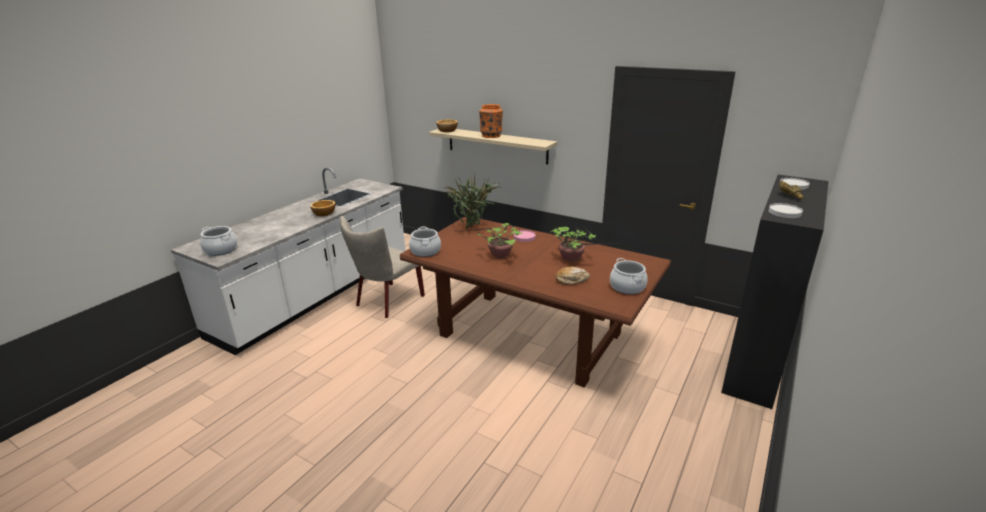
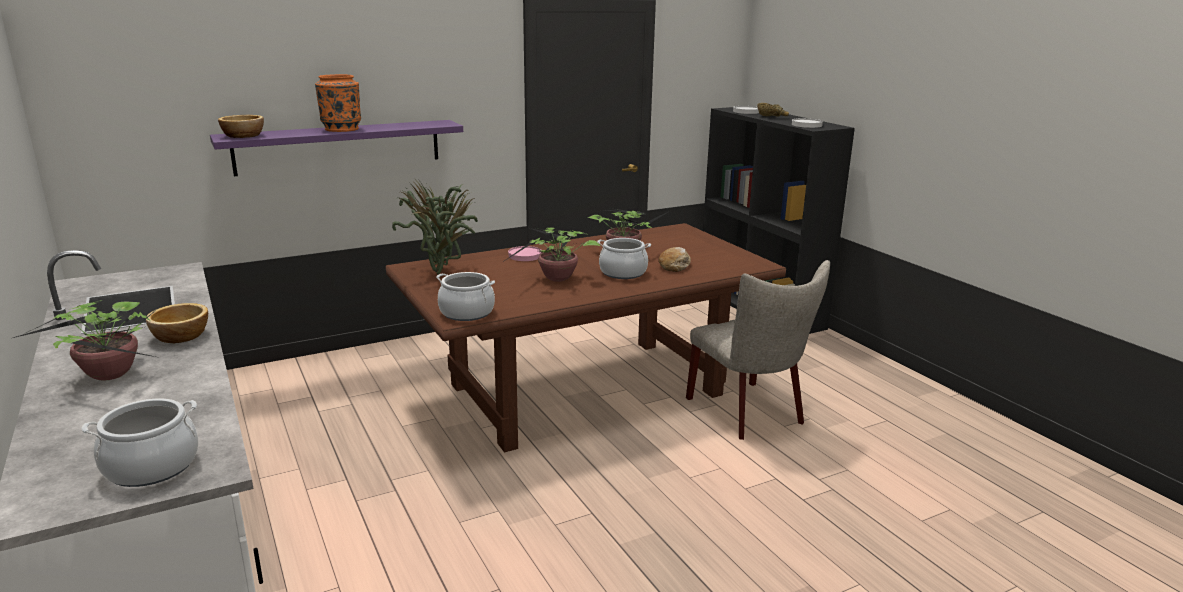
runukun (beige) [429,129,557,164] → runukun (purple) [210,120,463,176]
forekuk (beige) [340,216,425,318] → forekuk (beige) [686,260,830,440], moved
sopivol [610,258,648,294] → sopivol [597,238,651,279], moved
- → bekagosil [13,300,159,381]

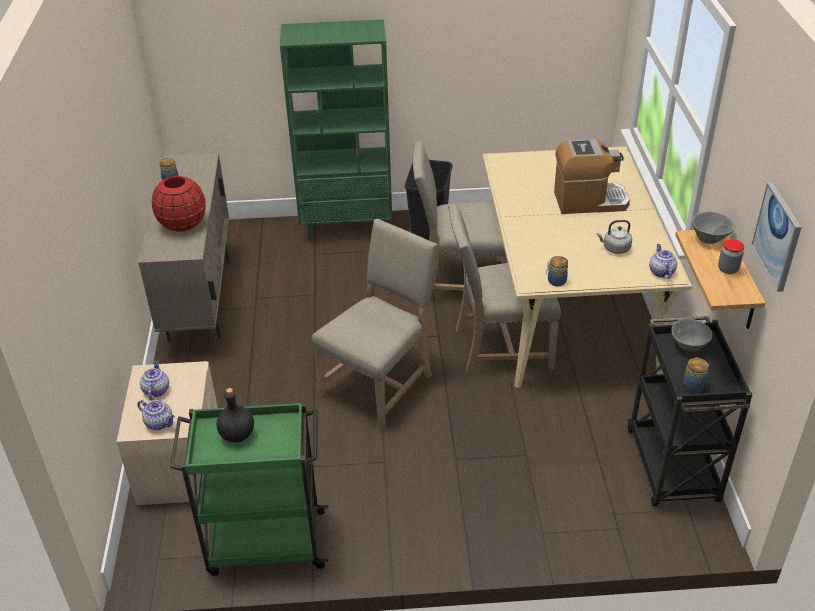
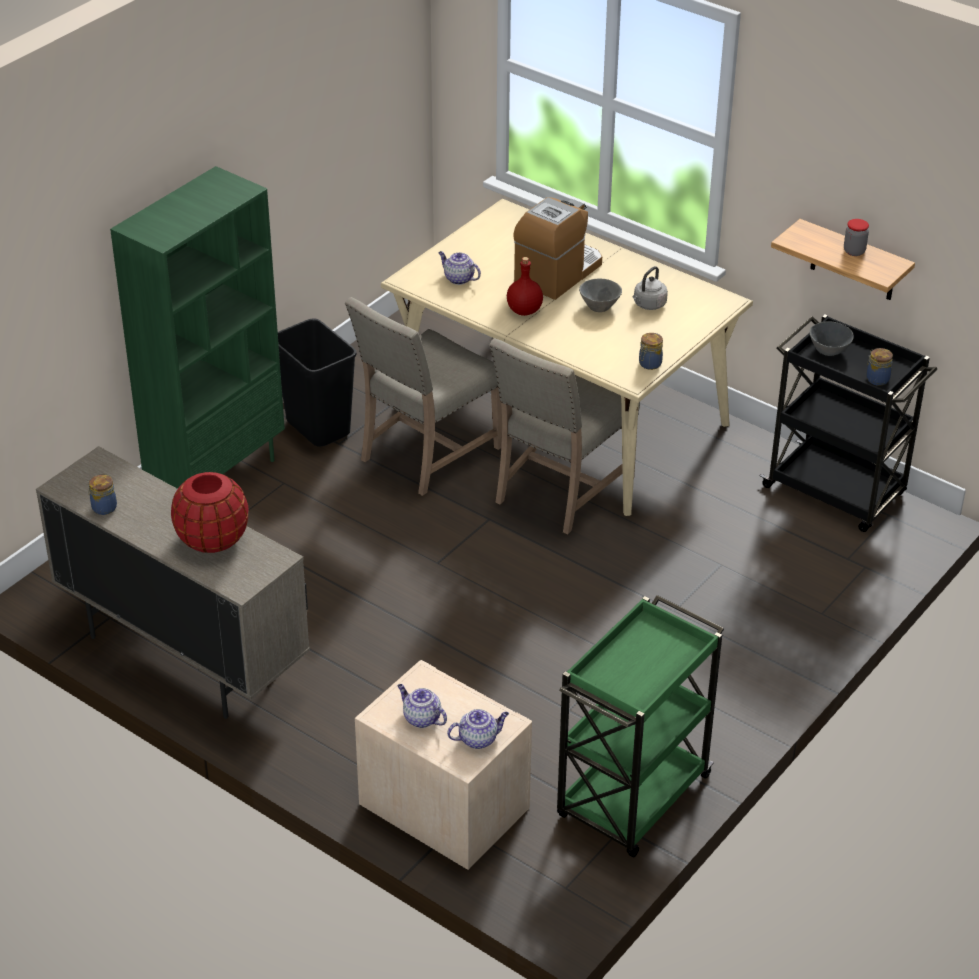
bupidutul [752,182,802,292] → -
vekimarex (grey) [693,212,734,244] → vekimarex (grey) [579,279,622,312], moved
forekuk (beige) [311,219,438,430] → -
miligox [649,244,677,279] → miligox [438,251,481,285], moved
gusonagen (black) [216,388,254,443] → -
- → gusonagen (red) [507,257,543,316]

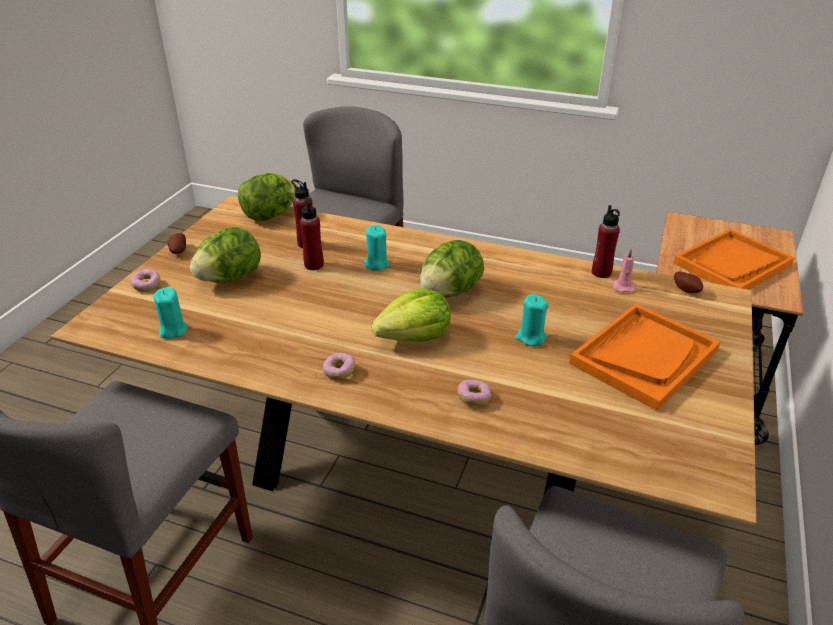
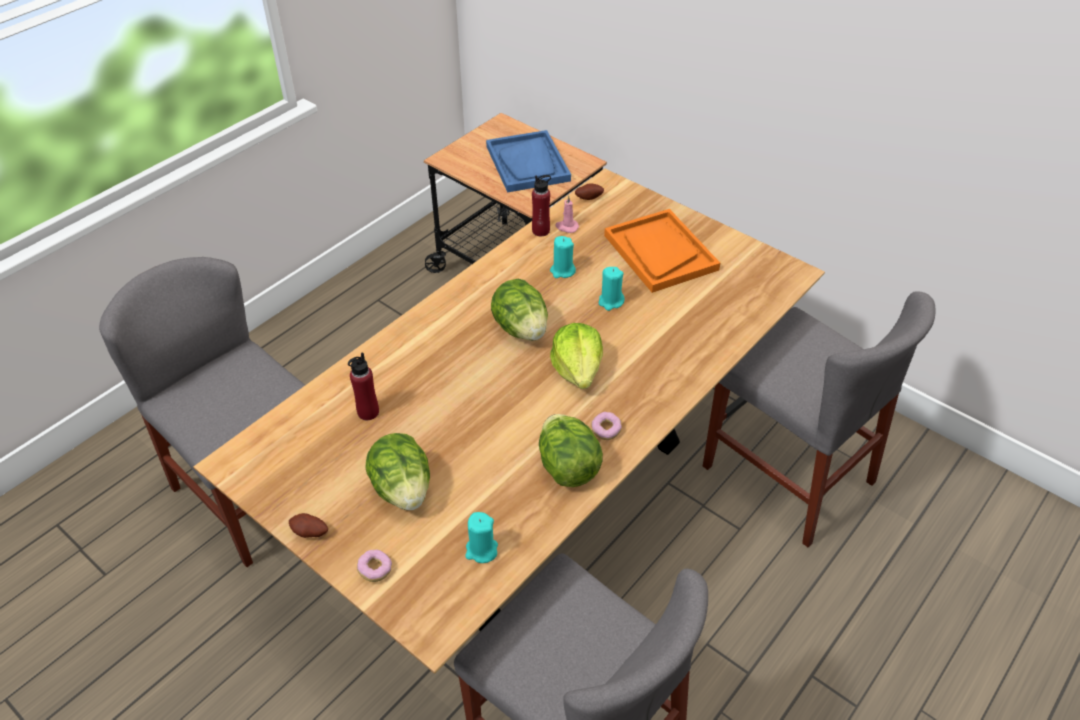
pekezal [238,173,298,221] → pekezal [539,414,603,487], moved
gusonagen (red) [300,197,324,270] → -
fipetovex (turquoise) [363,225,390,271] → fipetovex (turquoise) [550,236,576,278], moved
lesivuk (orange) [674,229,795,290] → lesivuk (blue) [486,130,571,193]
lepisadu [457,380,491,406] → -

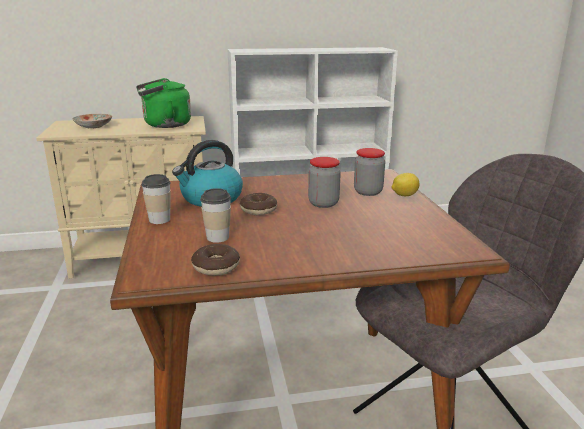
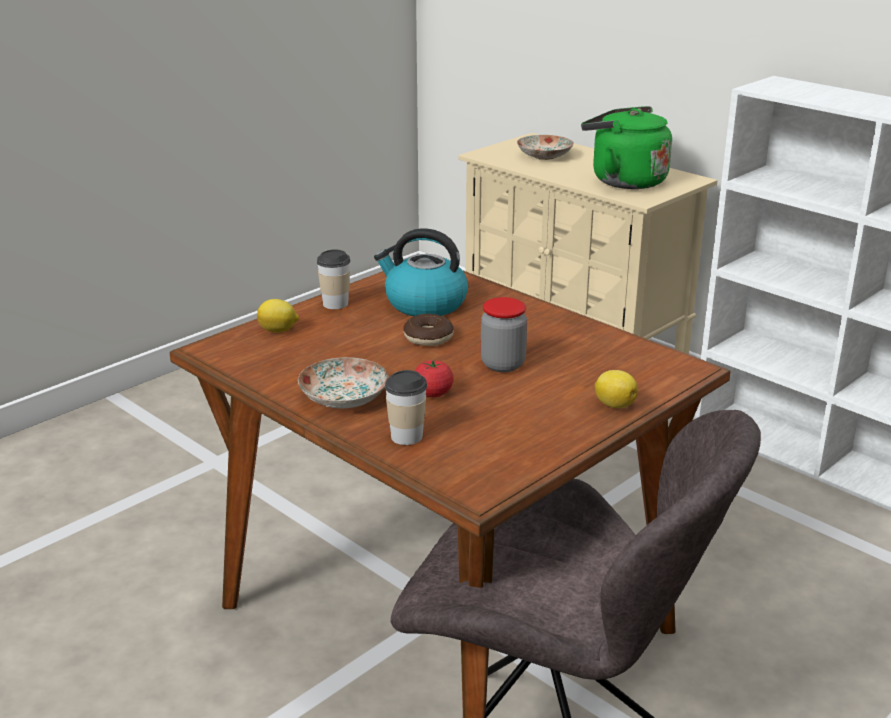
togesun [354,148,385,196] → -
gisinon [200,188,231,243] → gisinon [385,370,427,445], moved
lepisadu [191,244,240,276] → -
- → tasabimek [257,299,299,332]
- → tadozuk [298,357,389,408]
- → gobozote [415,359,454,397]

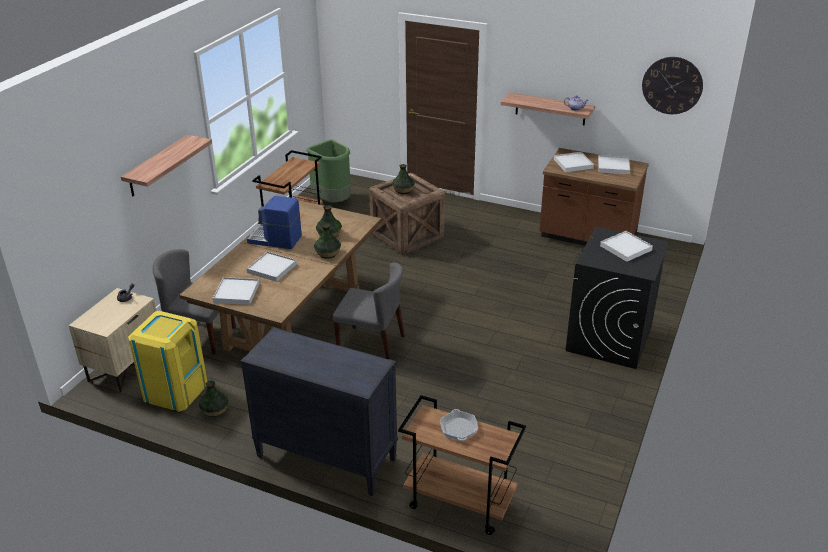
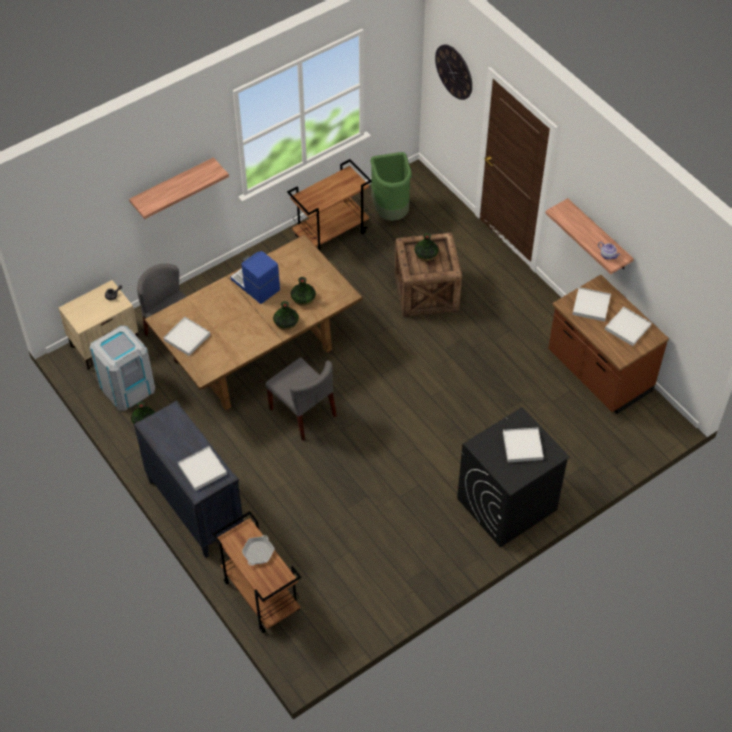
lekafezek [642,57,703,114] → lekafezek [435,44,472,100], moved
lesivuk (white) [246,251,297,282] → lesivuk (white) [178,446,227,491], moved
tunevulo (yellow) [128,311,208,412] → tunevulo (grey) [90,325,155,411]

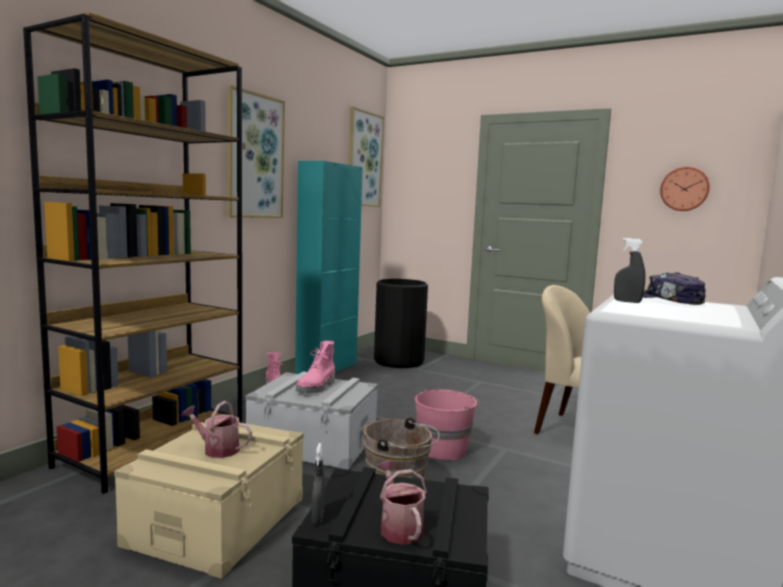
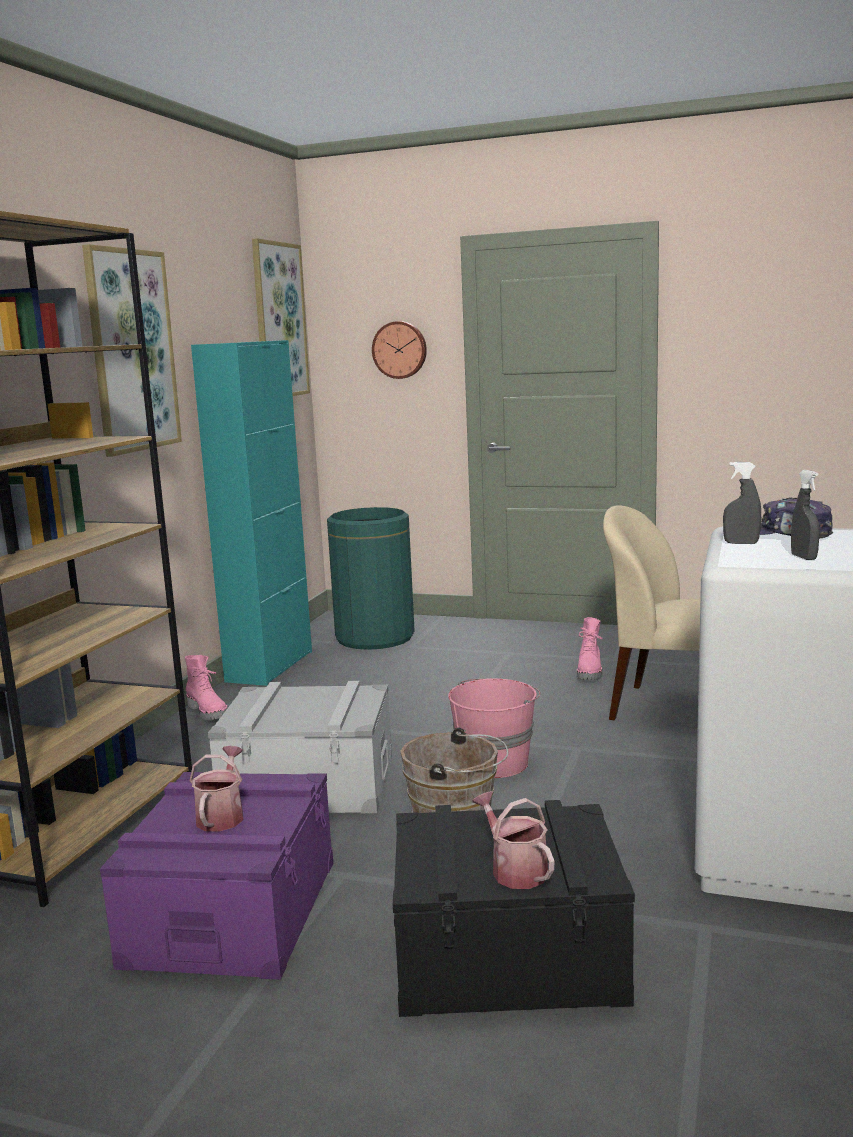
lekafezek [660,167,710,211] → lekafezek [372,321,427,379], moved
tunevulo (black) [374,279,428,368] → tunevulo (green) [327,507,415,650]
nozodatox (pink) [296,341,335,393] → nozodatox (pink) [577,617,603,680], moved
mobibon [181,401,252,458] → mobibon [189,746,243,832], 90 degrees clockwise
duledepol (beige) [114,422,304,579] → duledepol (purple) [100,772,333,980]
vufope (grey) [312,443,324,524] → vufope (grey) [791,470,820,560], moved

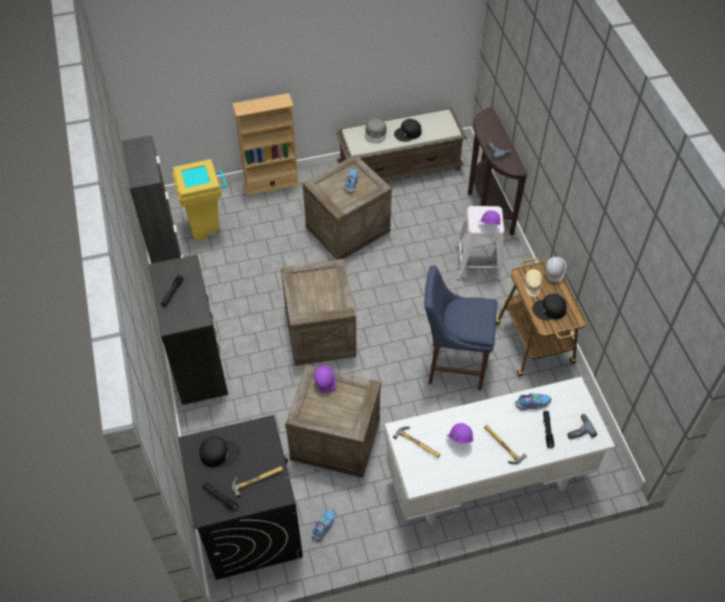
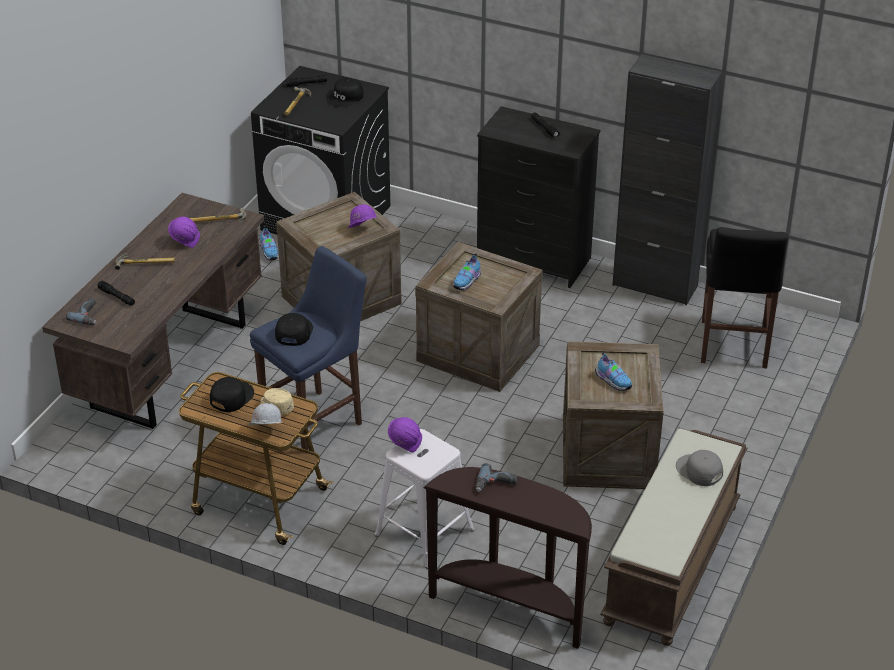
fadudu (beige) [232,93,300,196] → -
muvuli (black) [394,119,422,142] → muvuli (black) [275,313,313,346], moved
tunevulo (yellow) [172,159,227,241] → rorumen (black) [701,227,788,369]
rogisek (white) [385,377,615,526] → rogisek (brown) [42,193,264,429]
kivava [515,393,551,410] → kivava [453,253,481,290], moved

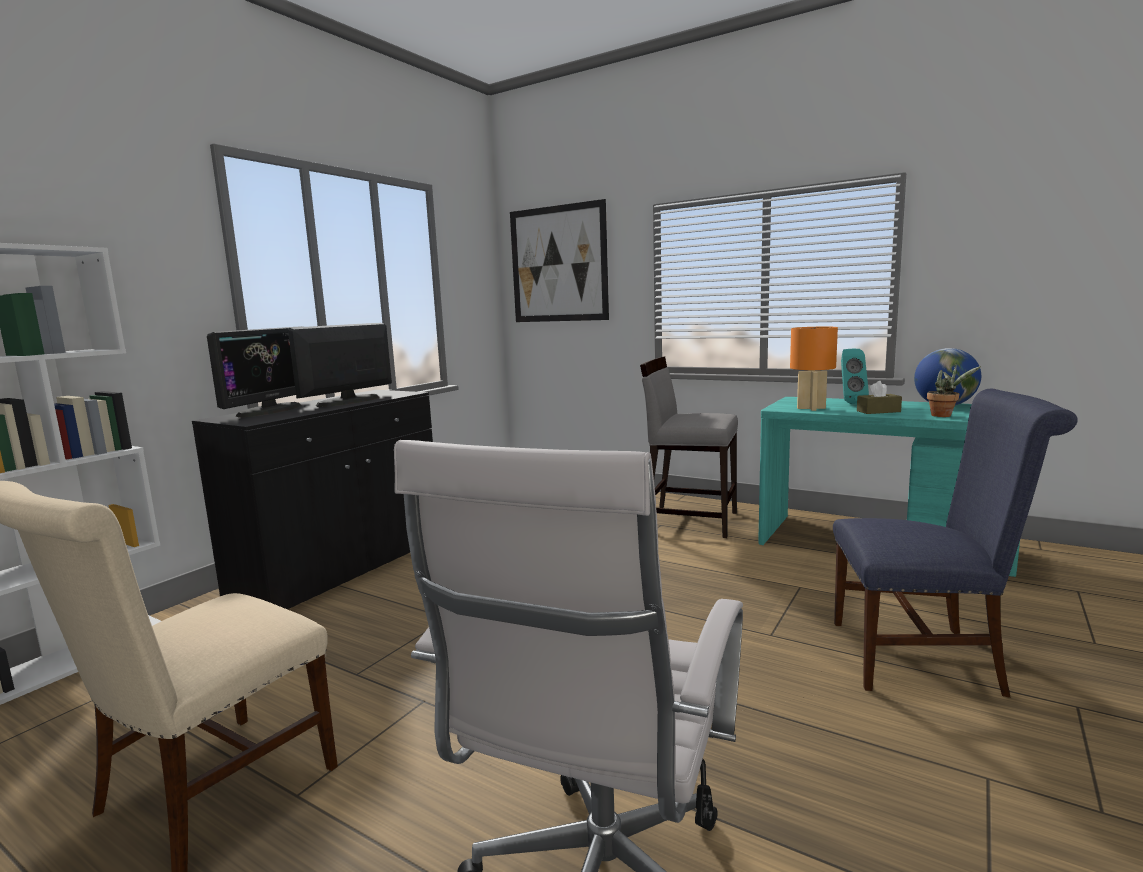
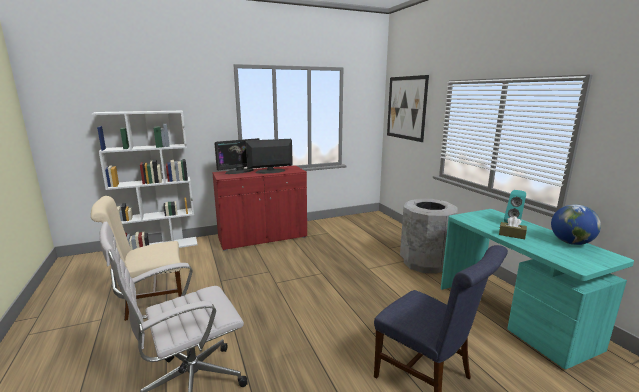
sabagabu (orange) [790,327,838,411] → -
forekuk (grey) [640,356,738,538] → tunevulo (grey) [400,199,458,273]
bekagosil [927,364,981,417] → -
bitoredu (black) [192,390,433,609] → bitoredu (red) [212,165,307,251]

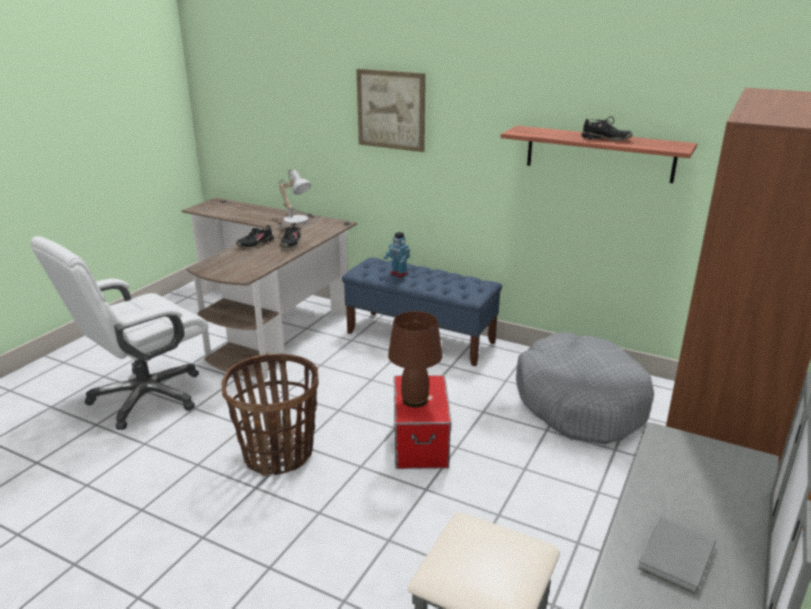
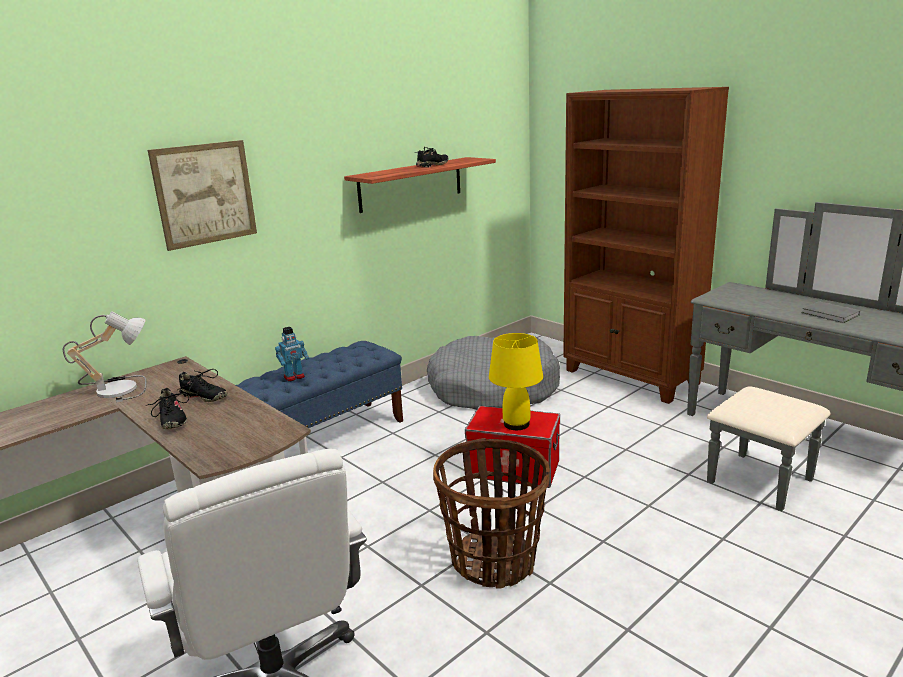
sabagabu (brown) [388,311,443,407] → sabagabu (yellow) [489,333,543,430]

